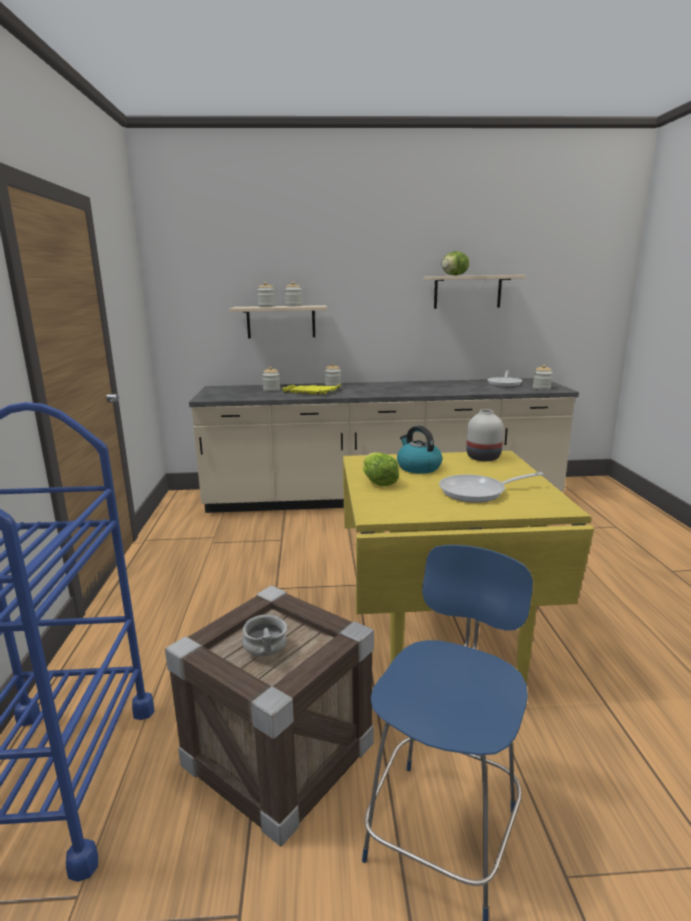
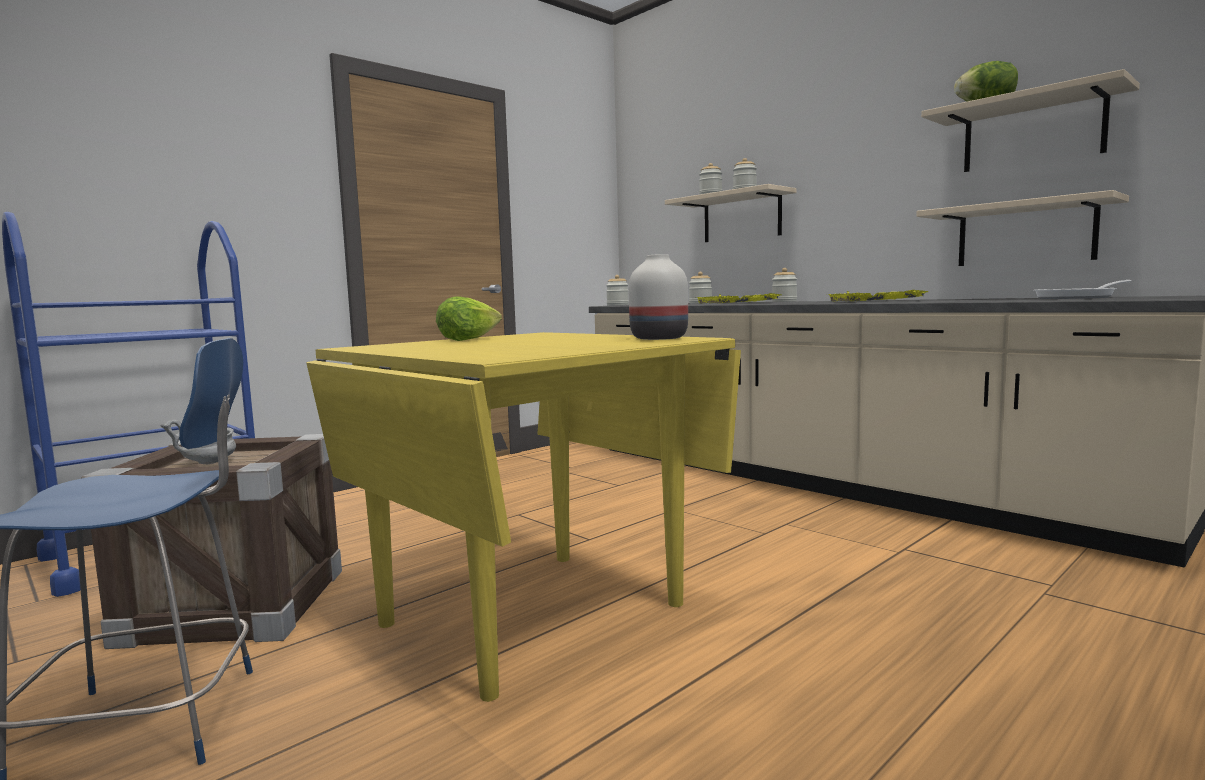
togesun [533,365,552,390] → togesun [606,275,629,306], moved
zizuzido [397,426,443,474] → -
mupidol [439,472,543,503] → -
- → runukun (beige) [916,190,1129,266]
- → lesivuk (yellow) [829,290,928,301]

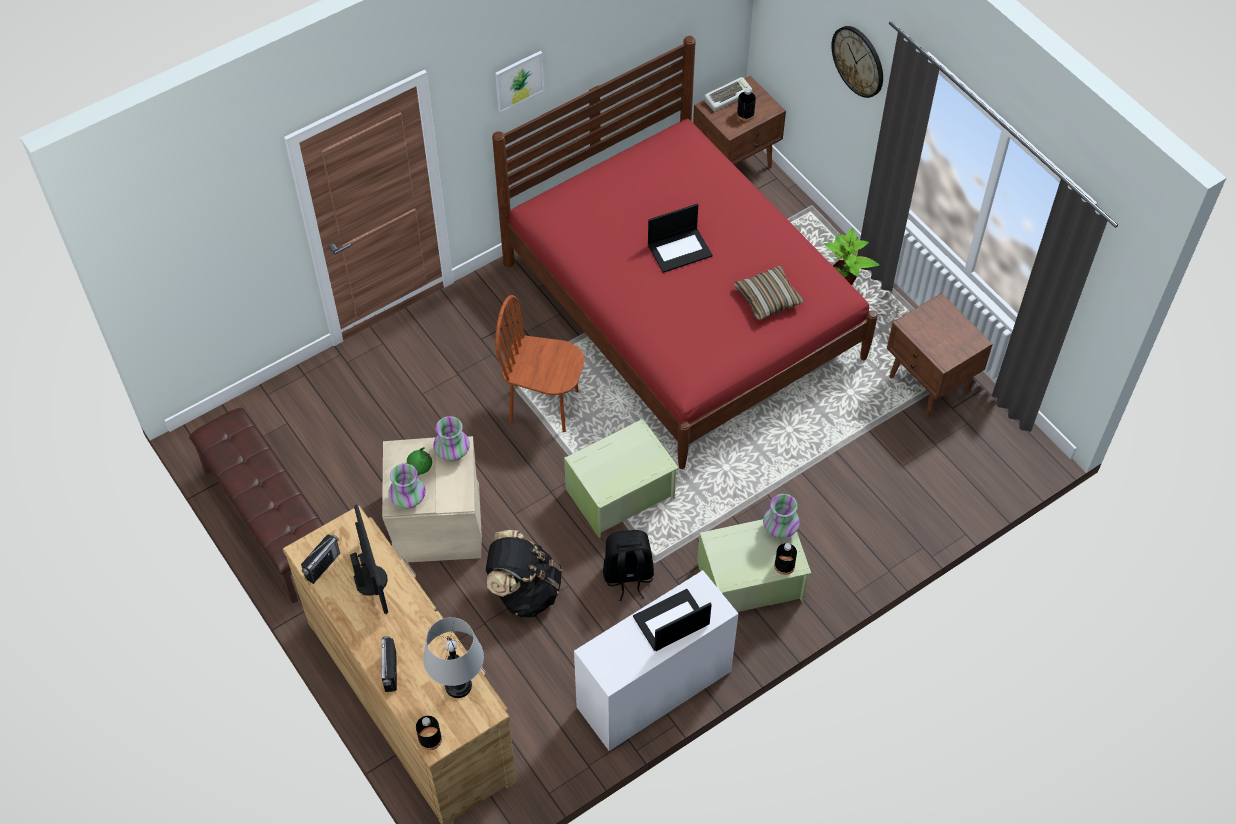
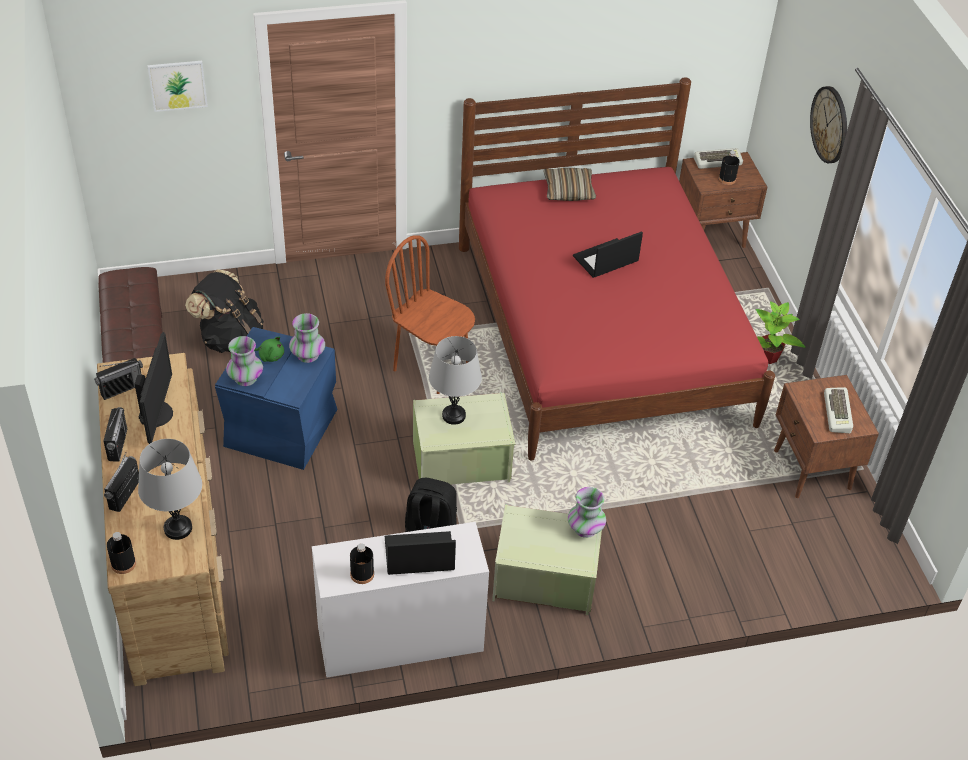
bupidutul [495,51,544,113] → bupidutul [148,61,208,112], moved
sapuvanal [648,204,713,273] → sapuvanal [573,231,643,278], 150 degrees clockwise
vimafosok [734,265,804,320] → vimafosok [543,168,596,201], moved
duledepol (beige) [382,436,482,562] → duledepol (blue) [215,327,337,470]
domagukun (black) [486,530,562,618] → domagukun (black) [185,269,264,353], moved
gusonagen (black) [774,543,797,575] → gusonagen (black) [350,543,374,584], moved
- → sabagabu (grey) [429,336,482,425]
- → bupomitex [824,387,853,433]
- → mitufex [104,407,127,462]

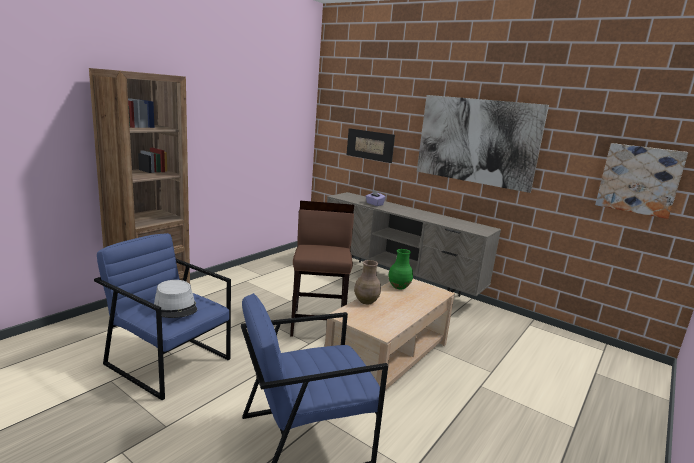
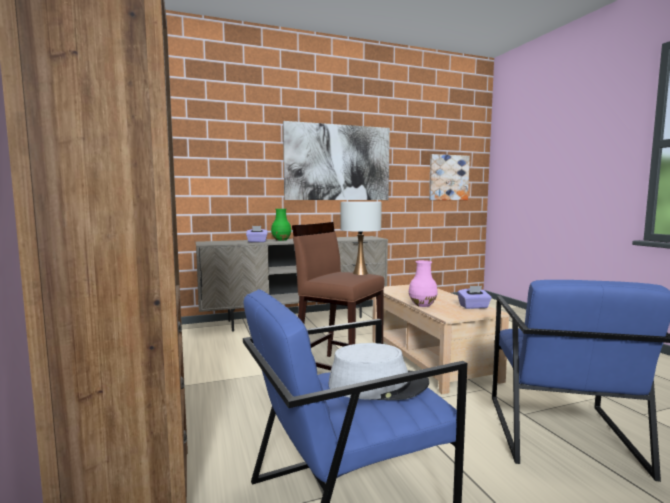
bupidutul [347,128,395,163] → -
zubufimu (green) [388,249,413,289] → zubufimu (green) [271,209,291,241], moved
zubufimu (brown) [354,260,381,304] → zubufimu (pink) [409,260,438,307]
- → sabagabu (white) [340,202,382,275]
- → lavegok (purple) [457,286,492,309]

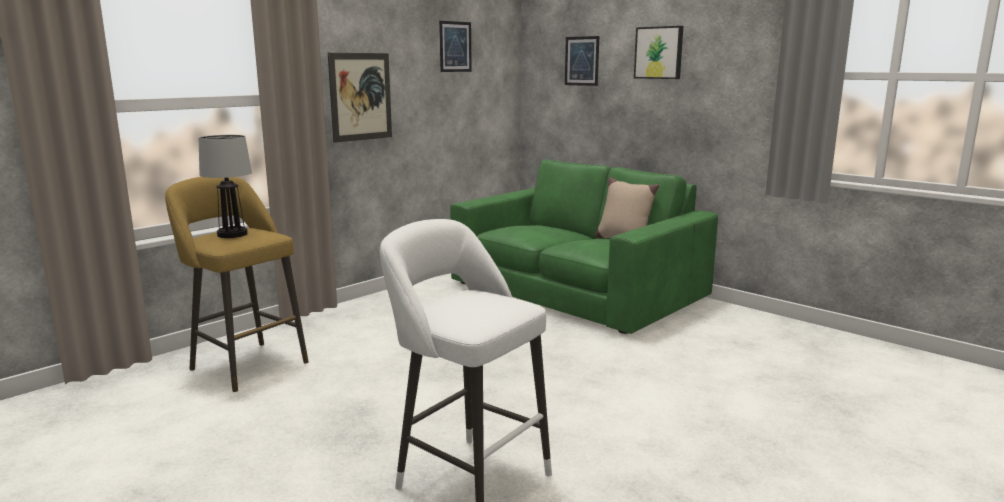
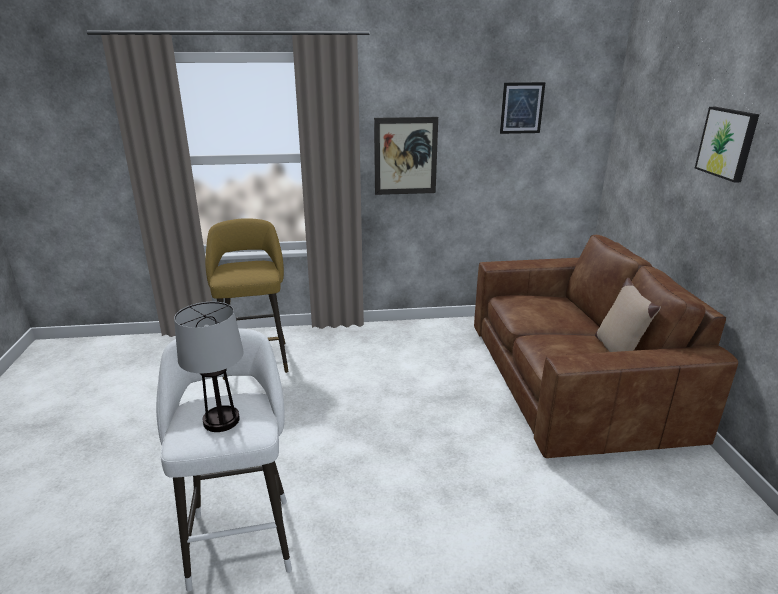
bupidutul [565,36,599,86] → -
sabagabu [199,135,252,238] → sabagabu [174,302,244,432], moved
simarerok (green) [450,160,718,334] → simarerok (brown) [474,235,738,458]

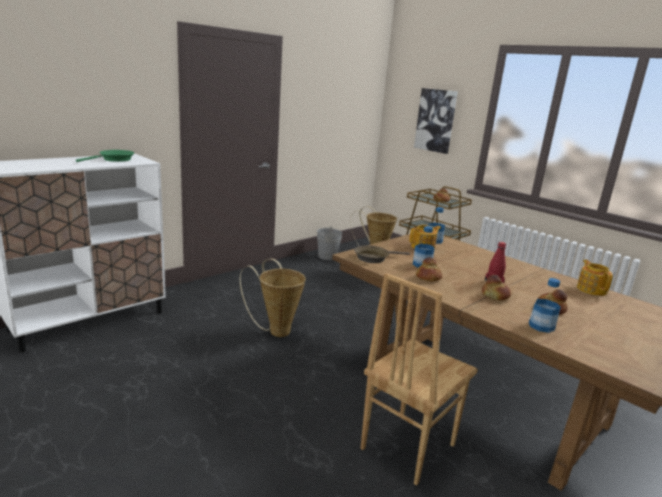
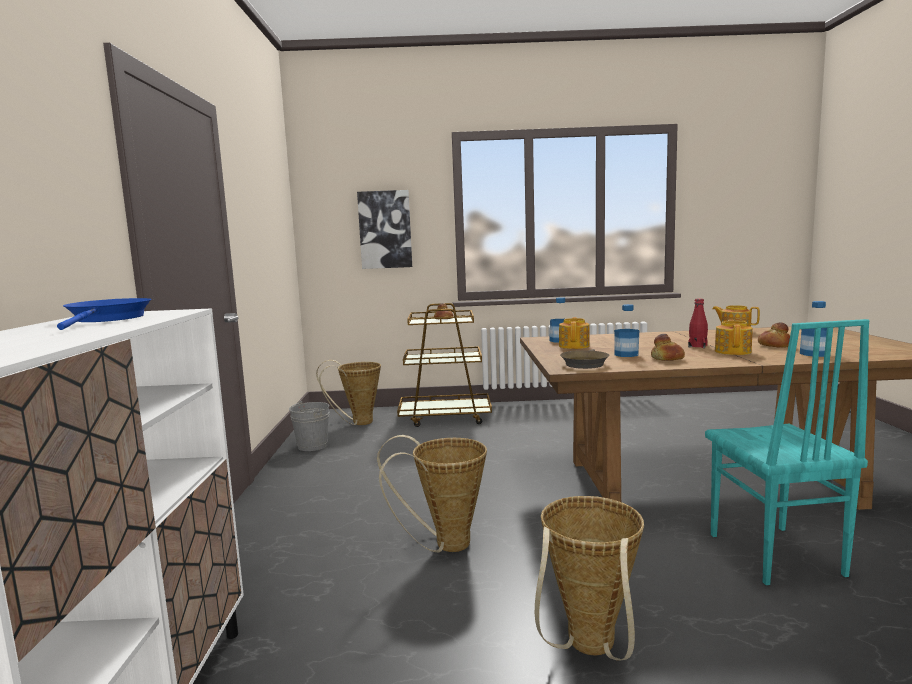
mupidol (green) [76,150,134,162] → mupidol (blue) [57,298,152,330]
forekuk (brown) [361,273,478,486] → forekuk (turquoise) [705,319,870,585]
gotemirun [482,275,511,300] → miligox [715,319,753,355]
- → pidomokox [535,496,644,660]

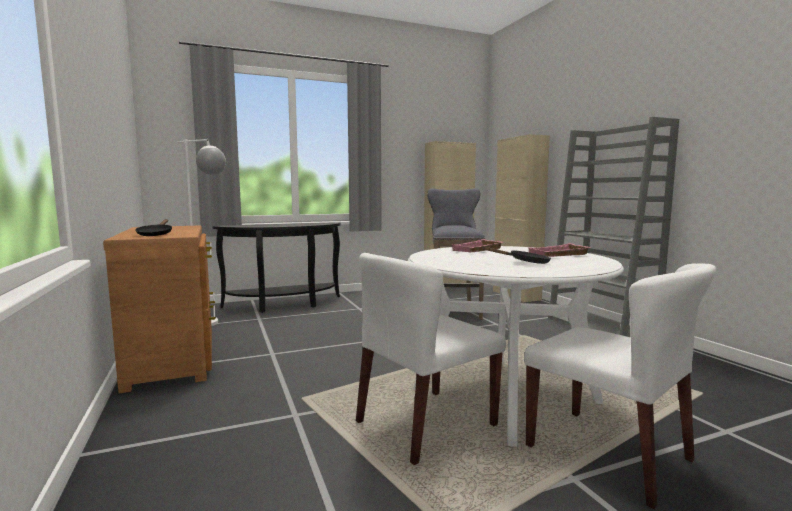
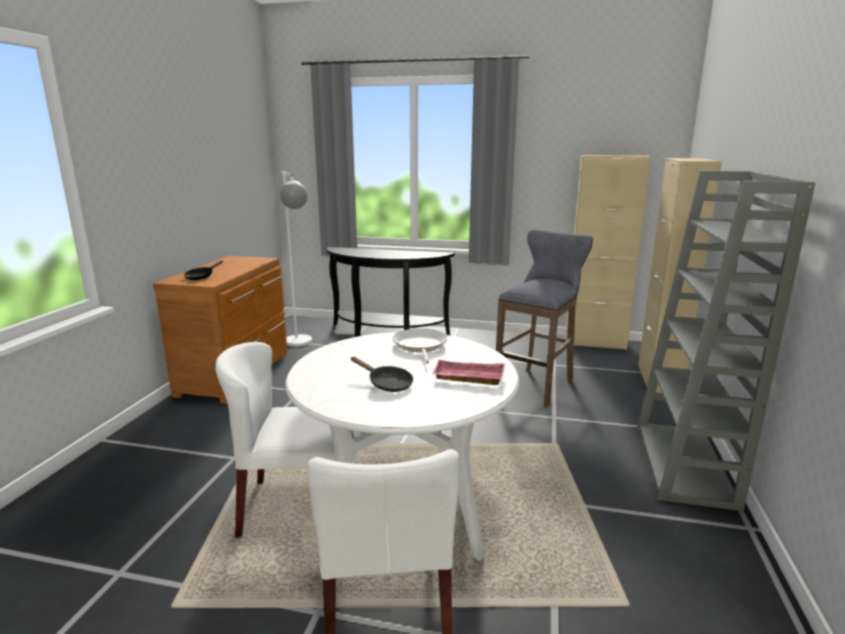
lesivuk (pink) [452,239,503,252] → mupidol [392,328,448,364]

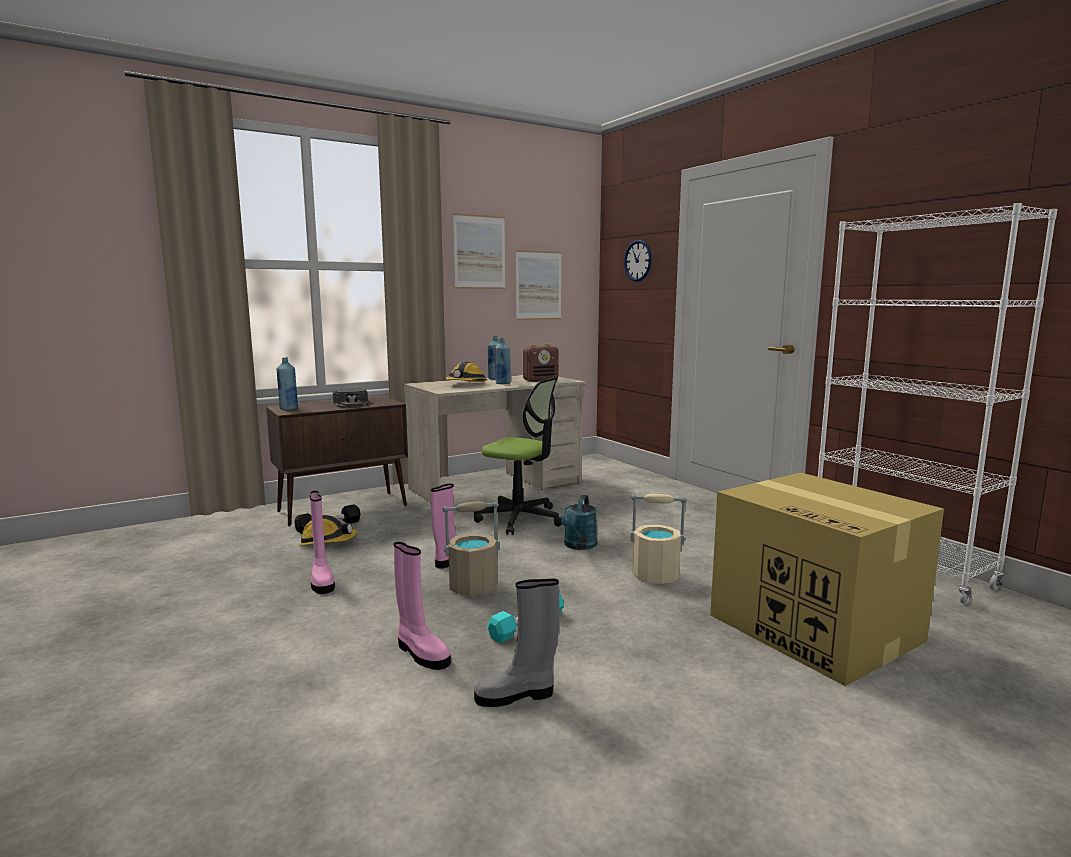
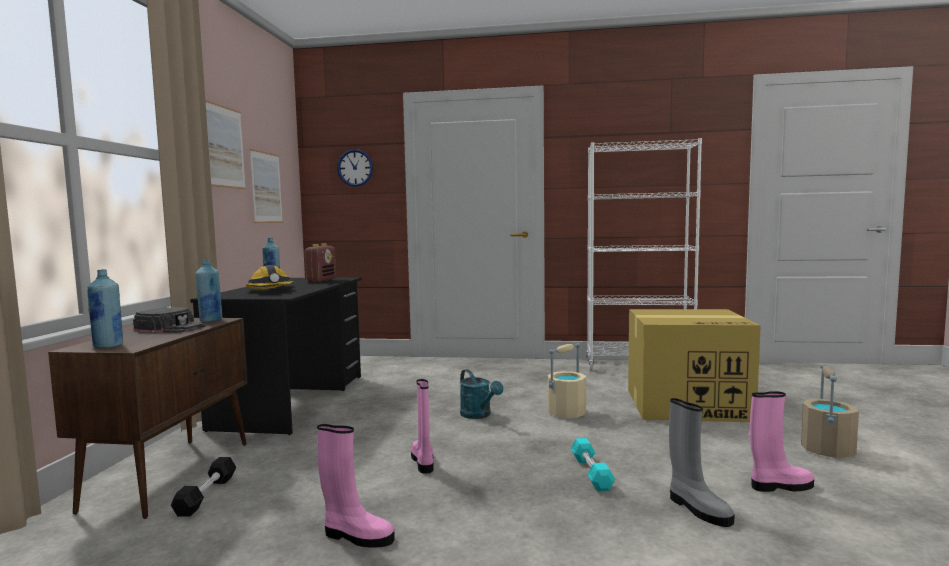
gusonagen (blue) [495,338,511,384] → gusonagen (blue) [195,259,222,322], moved
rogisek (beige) [403,375,586,503] → rogisek (black) [190,277,362,435]
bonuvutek [474,377,562,535] → -
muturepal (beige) [443,501,500,596] → muturepal (beige) [801,364,859,458], moved
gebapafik [299,515,358,545] → -
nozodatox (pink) [394,542,451,670] → nozodatox (pink) [750,391,814,492], moved
nozodatox (grey) [474,578,560,707] → nozodatox (grey) [669,398,735,527], 60 degrees counterclockwise

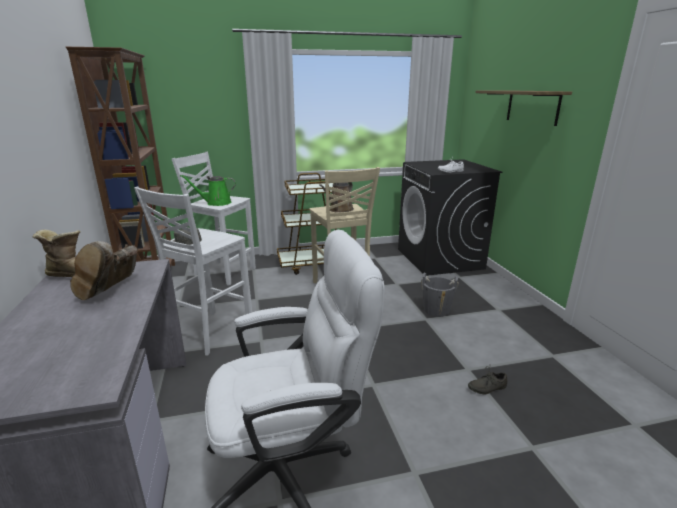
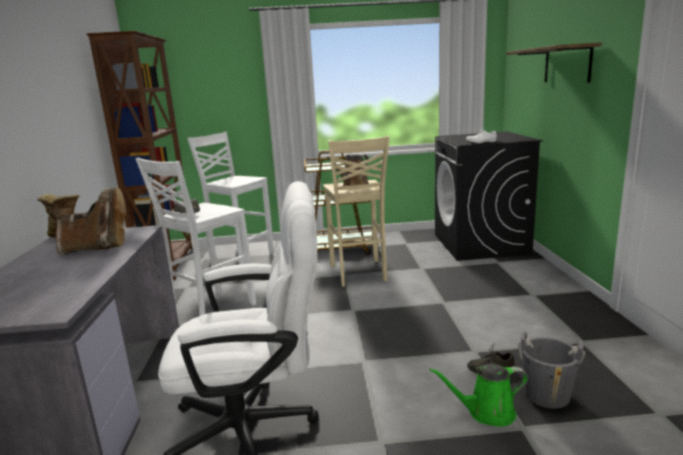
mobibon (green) [180,175,236,206] → mobibon (green) [429,364,528,427], moved
nozodatox (brown) [70,241,137,300] → nozodatox (brown) [55,187,126,256], 120 degrees counterclockwise
muturepal (grey) [421,273,459,317] → muturepal (grey) [518,331,585,409], moved

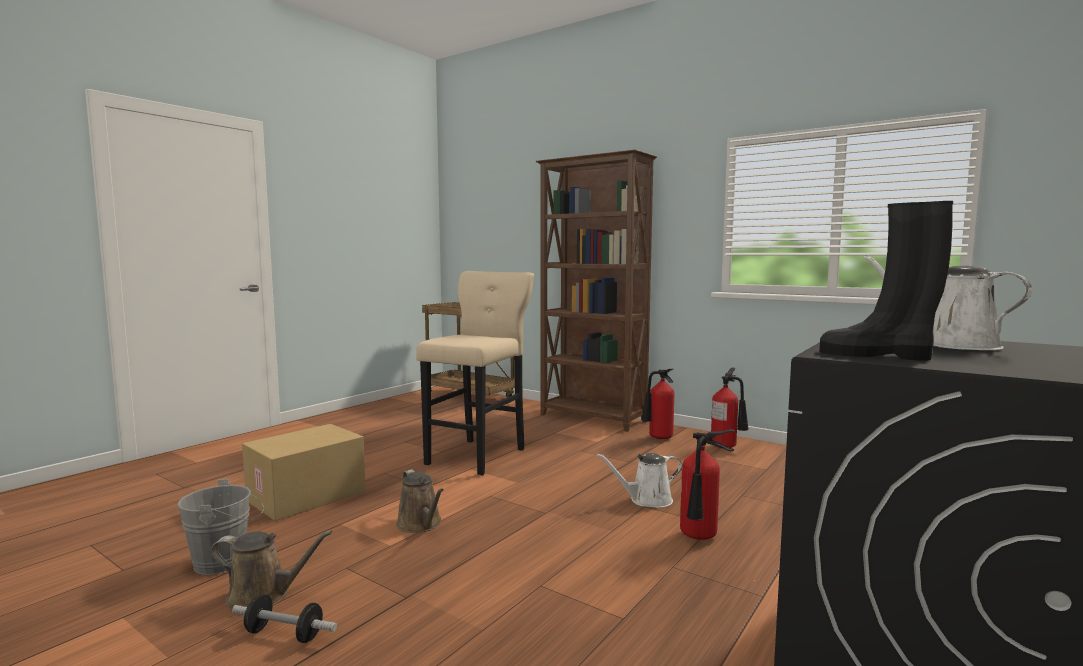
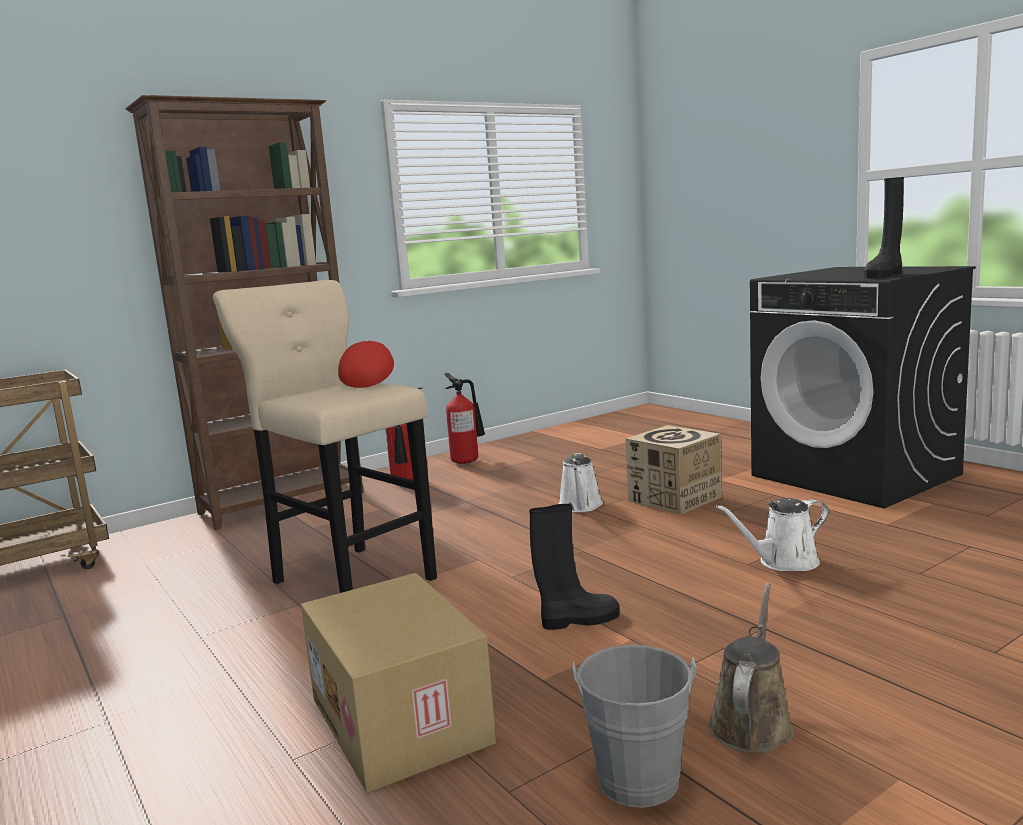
mobibon (white) [863,255,1032,350] → mobibon (white) [716,498,828,571], moved
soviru [680,429,735,540] → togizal [626,425,722,515]
mobibon (brown) [396,469,444,533] → nozodatox (black) [529,504,620,630]
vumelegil [232,594,337,643] → -
- → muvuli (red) [338,340,394,388]

